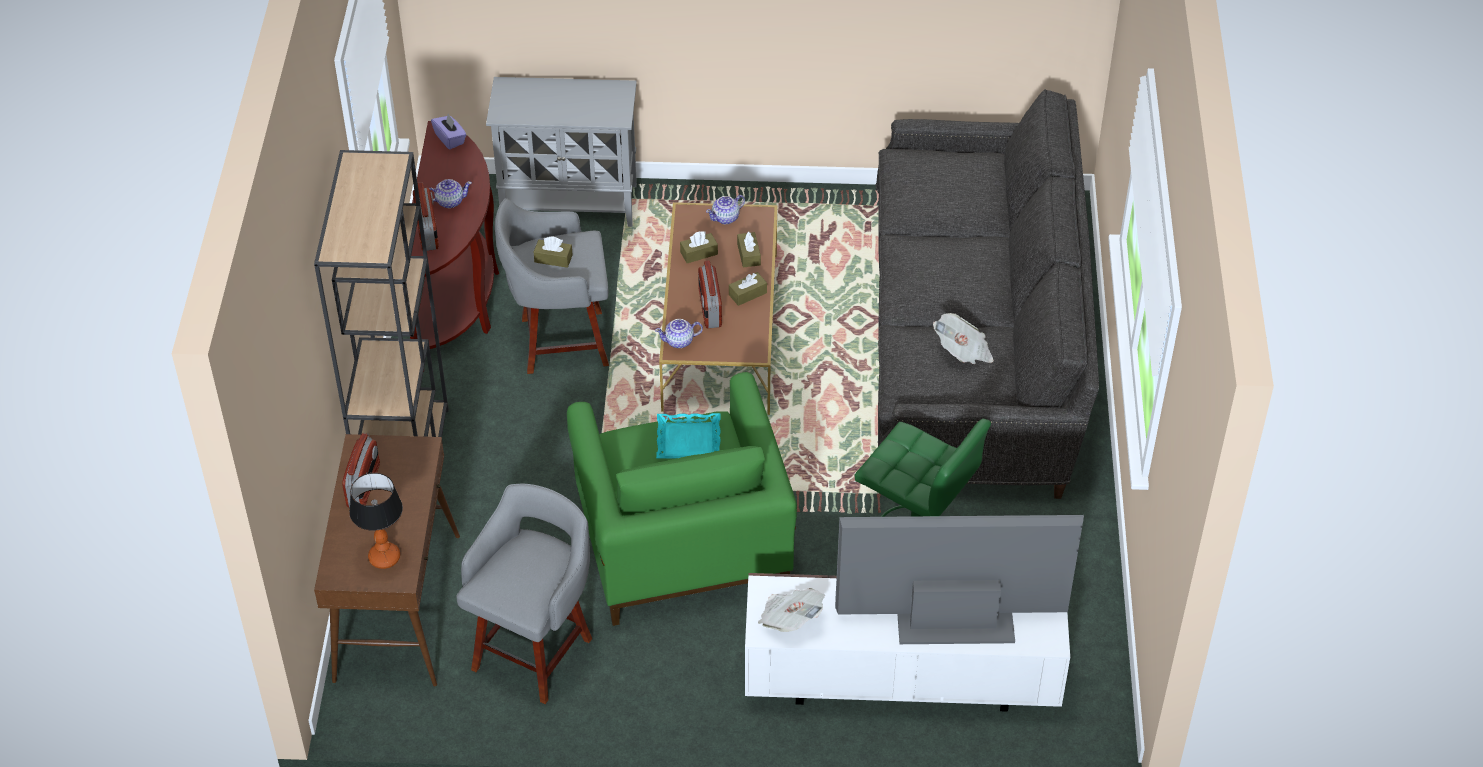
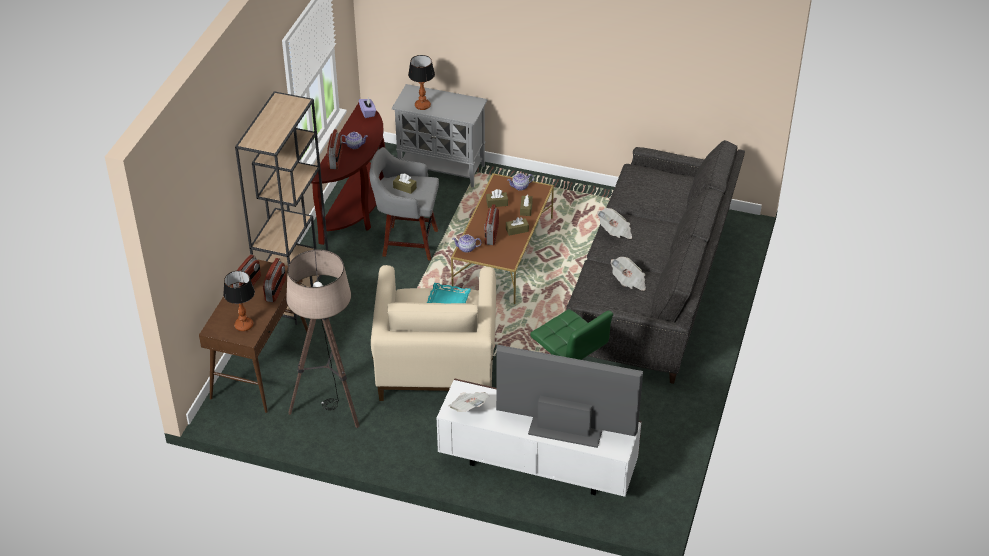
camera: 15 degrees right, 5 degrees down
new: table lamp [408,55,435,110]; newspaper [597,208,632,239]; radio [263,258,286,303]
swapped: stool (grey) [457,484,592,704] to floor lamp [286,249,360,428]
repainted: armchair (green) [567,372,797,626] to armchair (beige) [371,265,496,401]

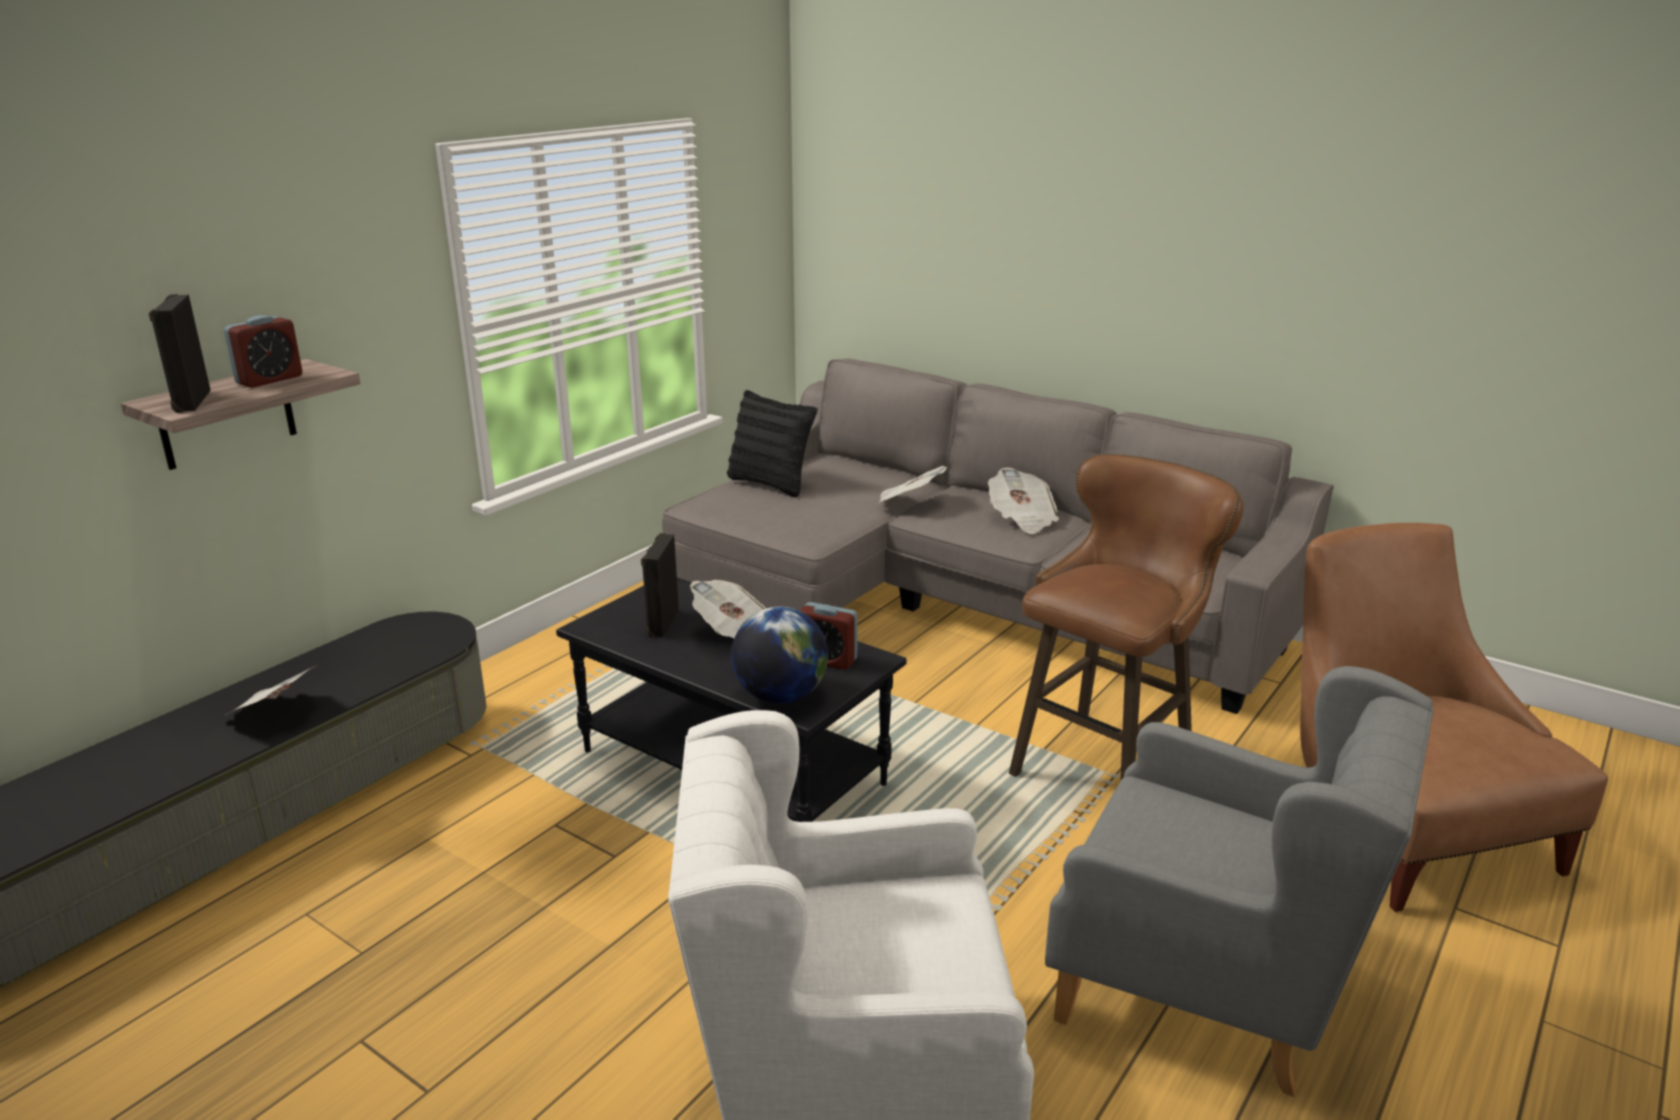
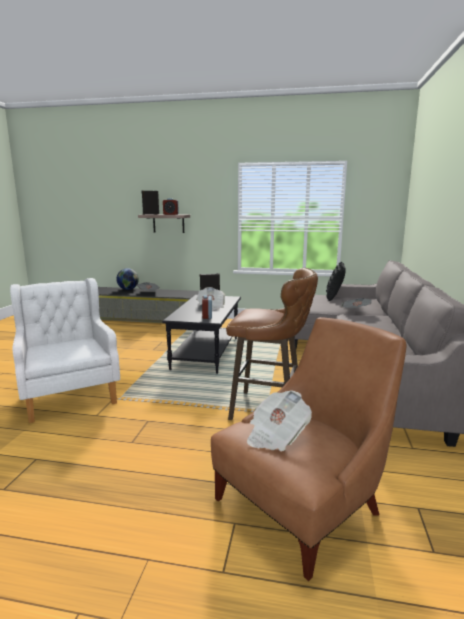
camera: 65 degrees right, 10 degrees down
gone: armchair (grey) [1045,666,1434,1097]
shifted: newspaper [988,468,1059,534] to [247,391,312,451]; globe [731,607,828,704] to [116,268,139,290]

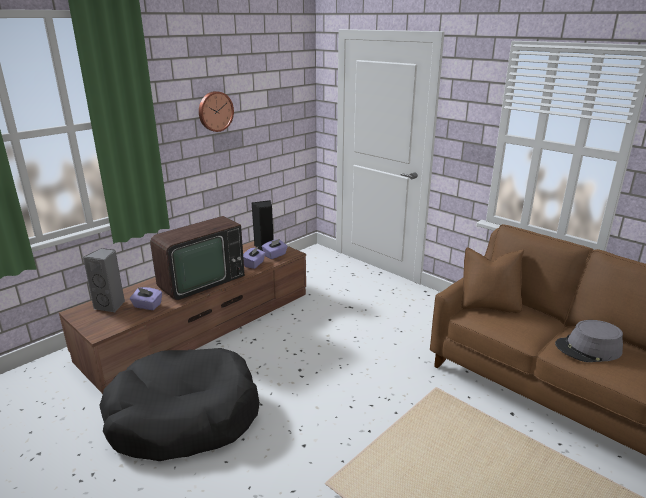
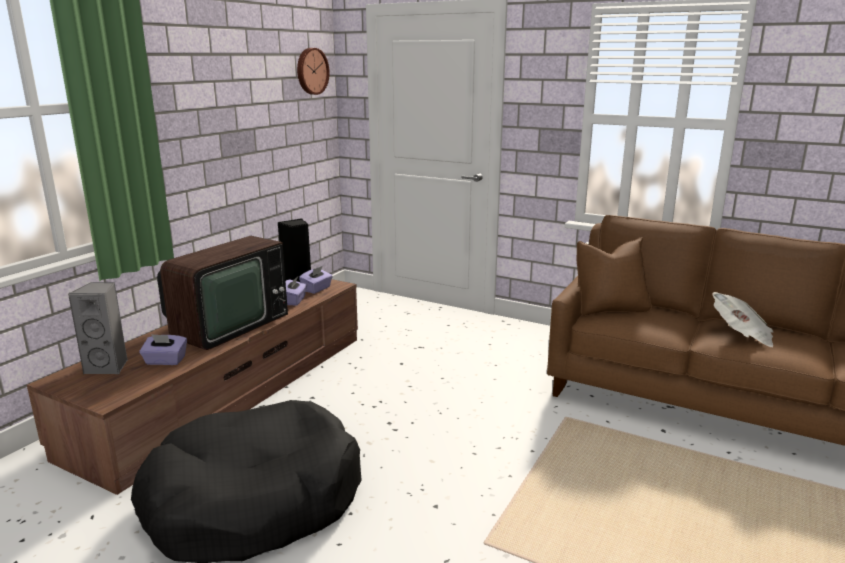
camera: 15 degrees left, 5 degrees down
shifted: wall clock [199,91,234,132] to [297,48,330,95]
swapped: hat (grey) [555,320,623,362] to newspaper [712,292,773,347]

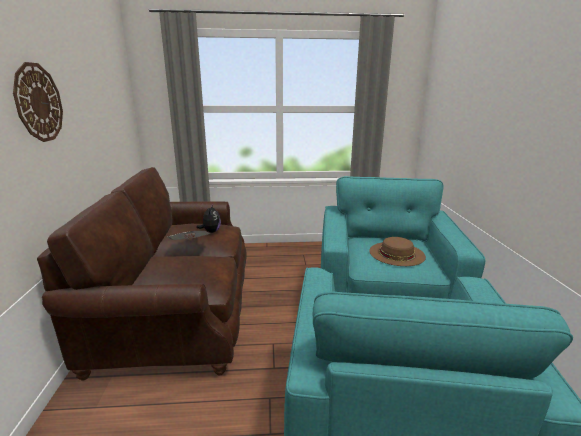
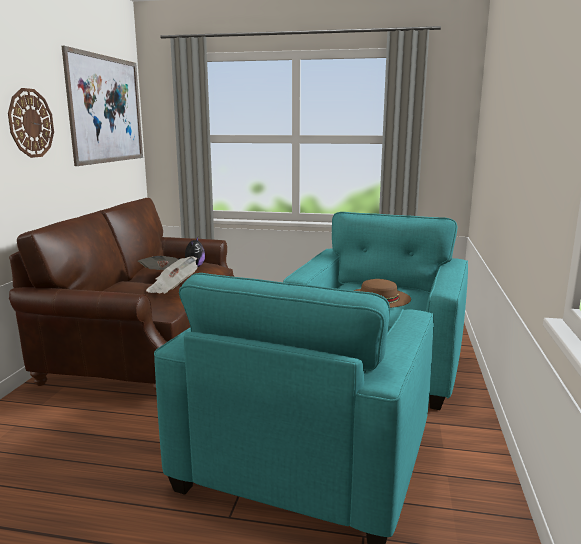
camera: 15 degrees right, 5 degrees down
new: picture [62,46,143,166]; newspaper [146,256,198,294]

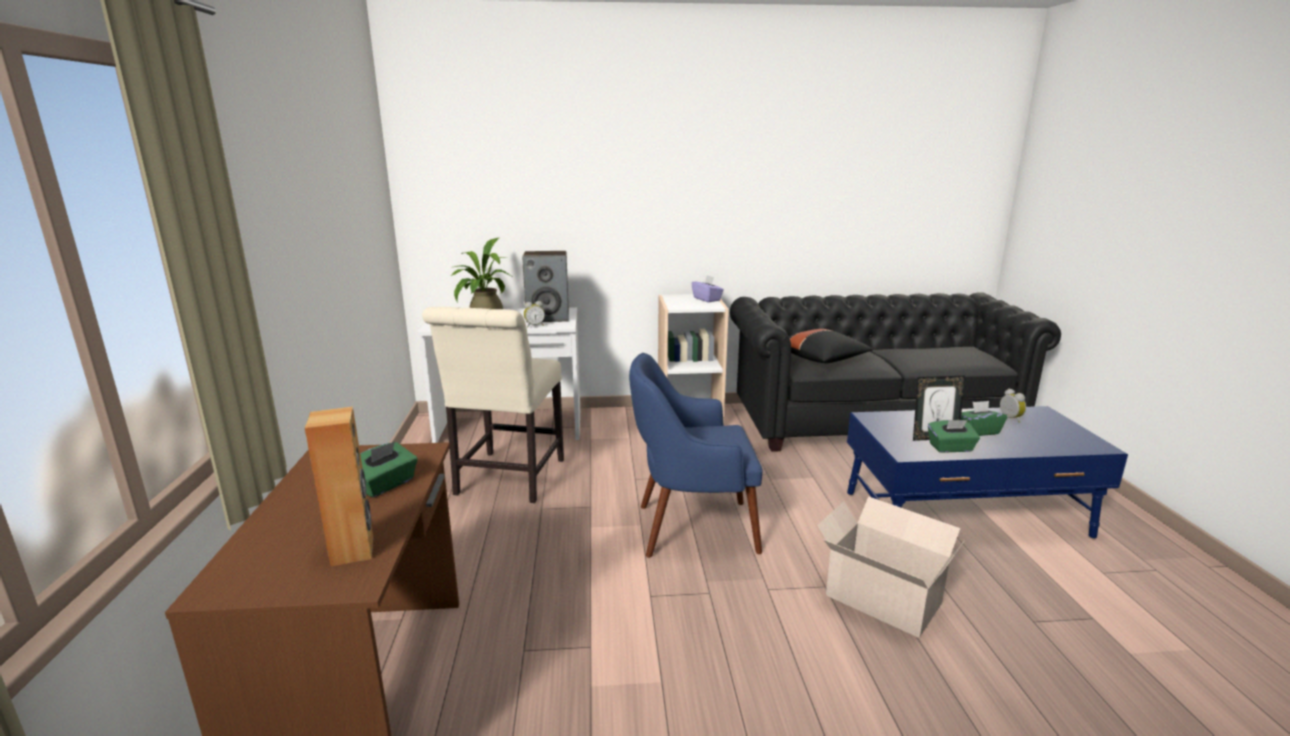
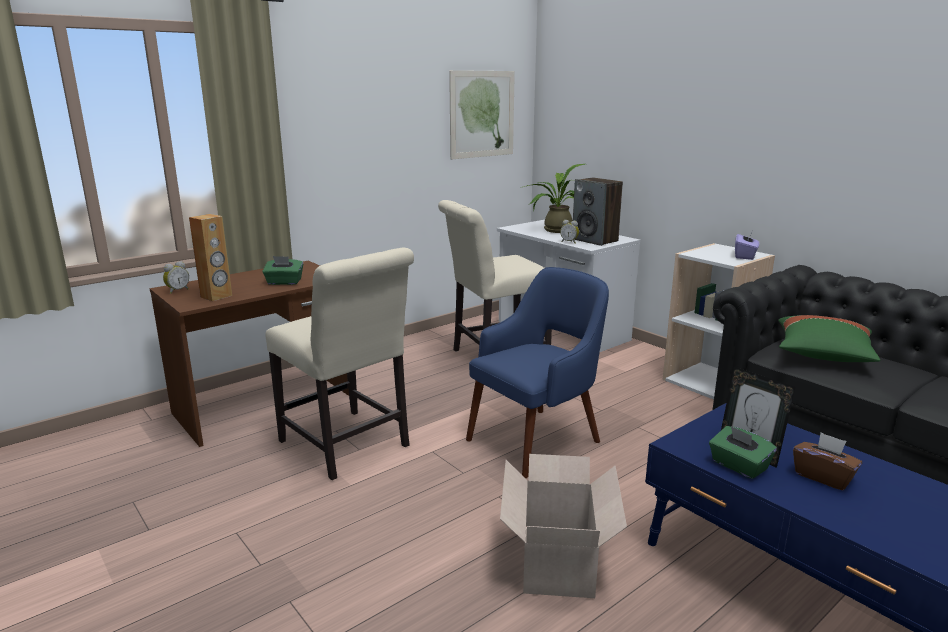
camera: 55 degrees right, 0 degrees up
new: picture [449,70,515,160]; chair (beige) [265,248,414,480]
shifted: alarm clock [1000,389,1026,423] to [163,261,189,294]
repainted: pillow (black) [789,329,873,363] to pillow (green) [778,315,880,362]; tissue box (green) [961,401,1007,436] to tissue box (brown) [793,433,862,491]
rotated: armchair (blue) [629,353,763,558] = [466,267,609,478] 90 degrees clockwise

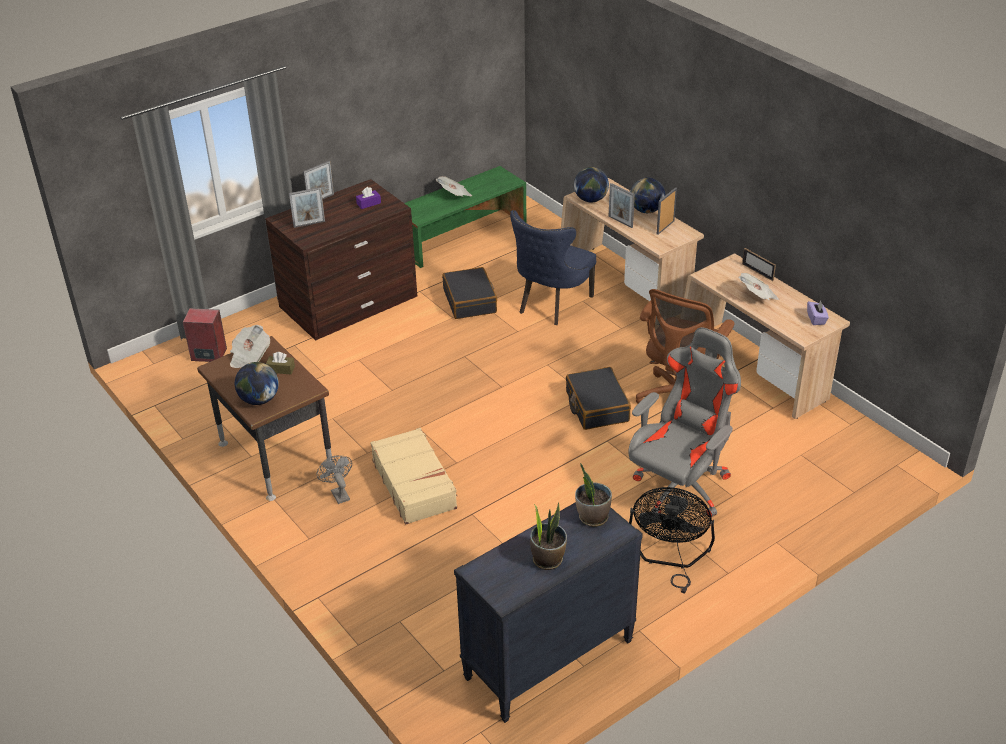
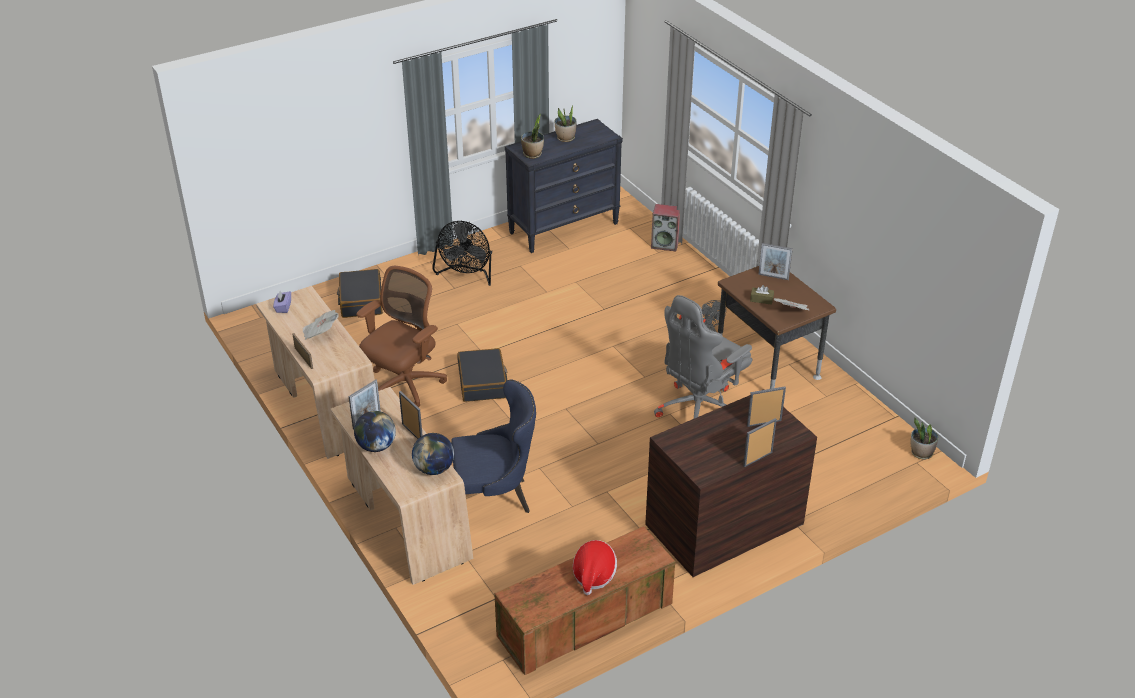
camera: 175 degrees left, 0 degrees up
gone: tissue box (purple) [356,187,381,209]; suitcase (beige) [370,428,457,525]
new: potted plant [911,418,938,460]
shifted: suitcase (black) [442,267,497,319] to [337,269,383,318]; speaker [183,308,227,362] to [651,204,680,251]; office chair (grey) [628,327,741,517] to [654,295,753,419]
swapped: newspaper [435,176,472,197] to hat [573,540,617,595]; globe [235,362,279,405] to picture frame [758,243,793,280]
repainted: bench (green) [404,166,526,268] to bench (brown) [494,526,676,675]
rotated: chair (blue) [510,210,596,325] = [451,380,536,513] 45 degrees clockwise

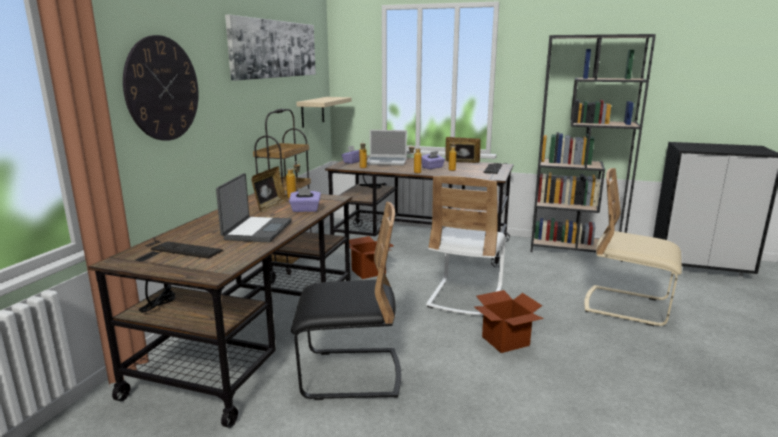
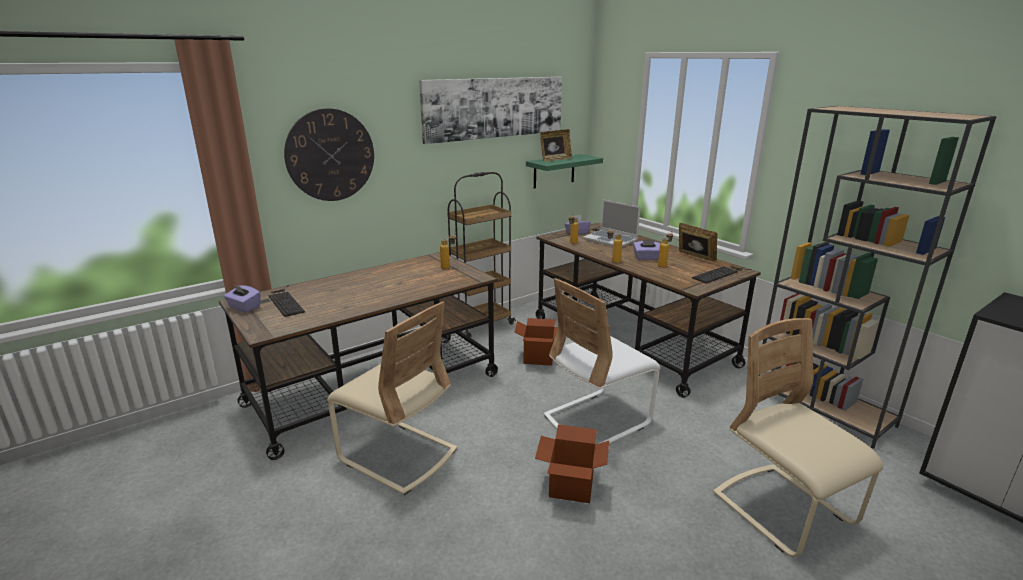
camera: 35 degrees right, 5 degrees up
gone: laptop [216,173,292,242]
shifted: picture frame [251,167,288,212] to [540,129,573,161]; tissue box (purple) [289,188,321,212] to [223,284,261,313]
repainted: shelf (beige) [296,97,352,128] to shelf (green) [526,154,603,189]; chair (black) [291,202,401,400] to chair (beige) [327,301,457,495]

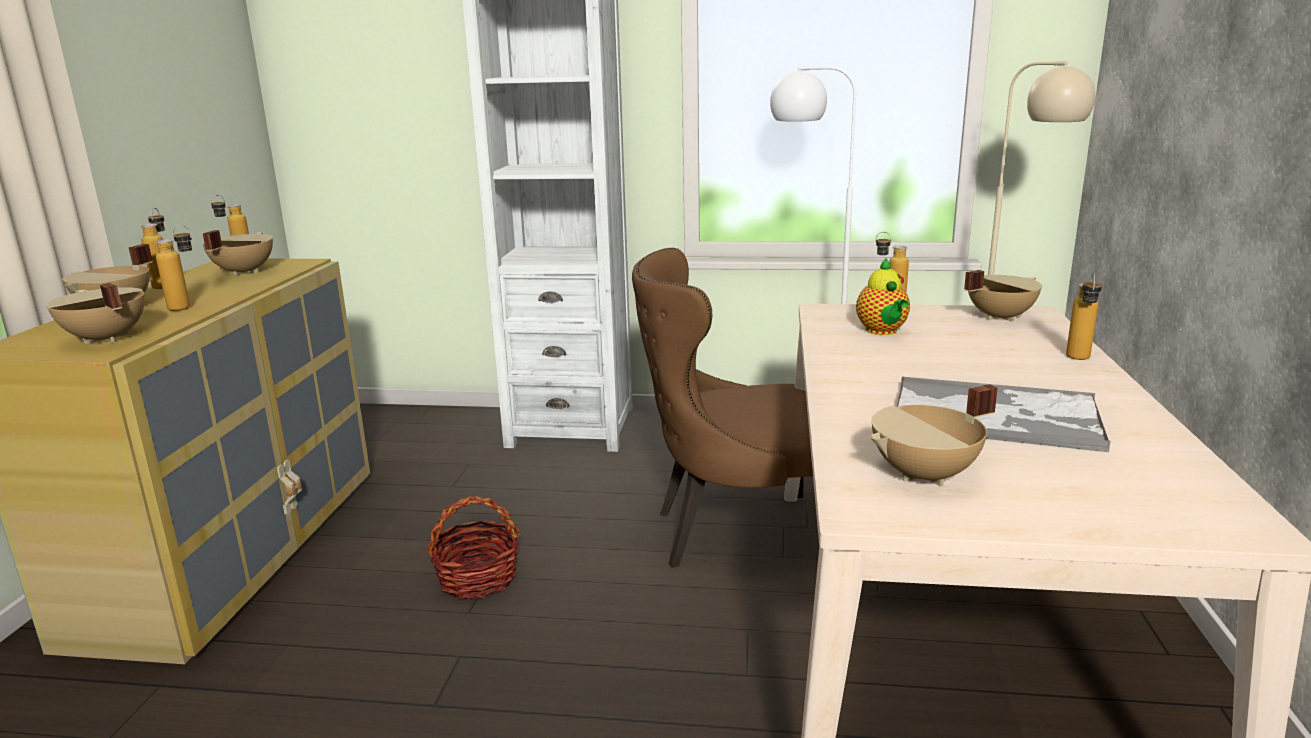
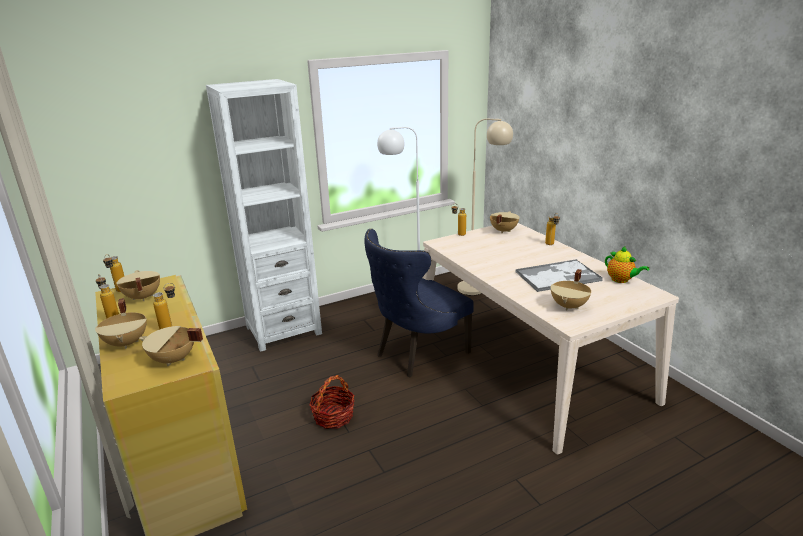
camera: 35 degrees left, 5 degrees up
shifted: teapot [856,258,910,335] to [605,246,649,283]
repainted: chair (brown) [632,248,813,568] to chair (blue) [365,229,474,377]

